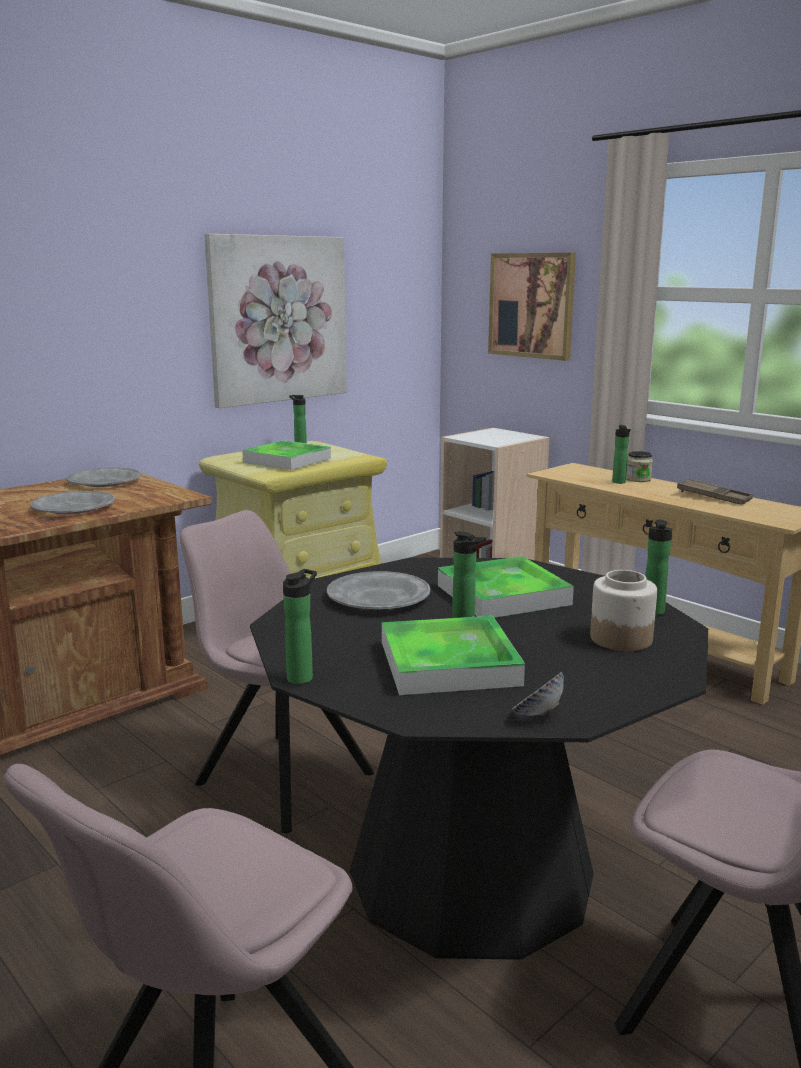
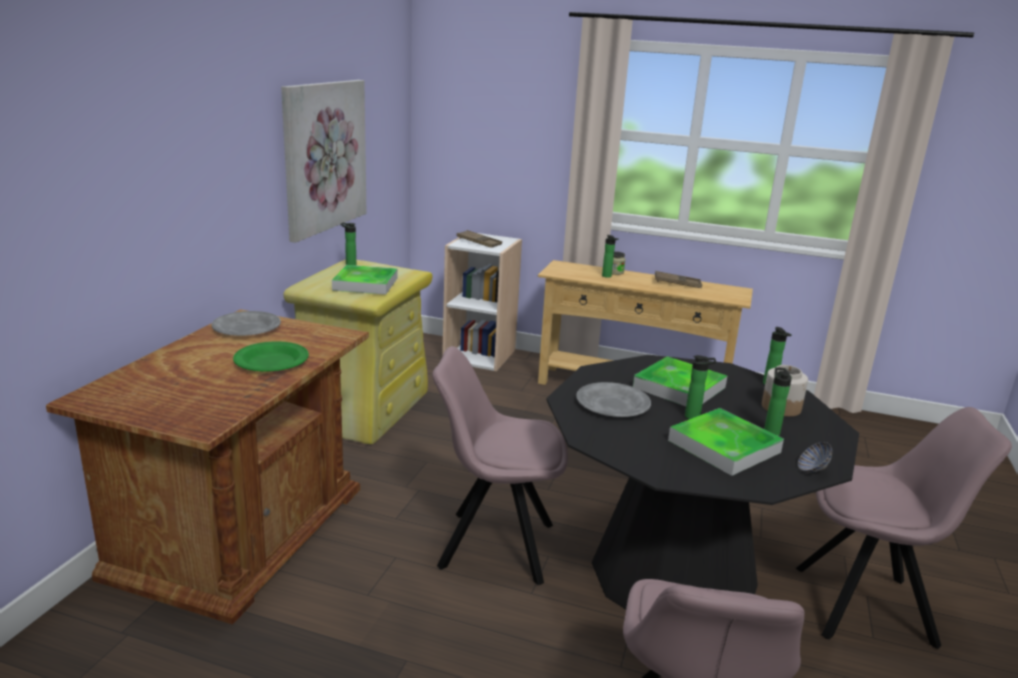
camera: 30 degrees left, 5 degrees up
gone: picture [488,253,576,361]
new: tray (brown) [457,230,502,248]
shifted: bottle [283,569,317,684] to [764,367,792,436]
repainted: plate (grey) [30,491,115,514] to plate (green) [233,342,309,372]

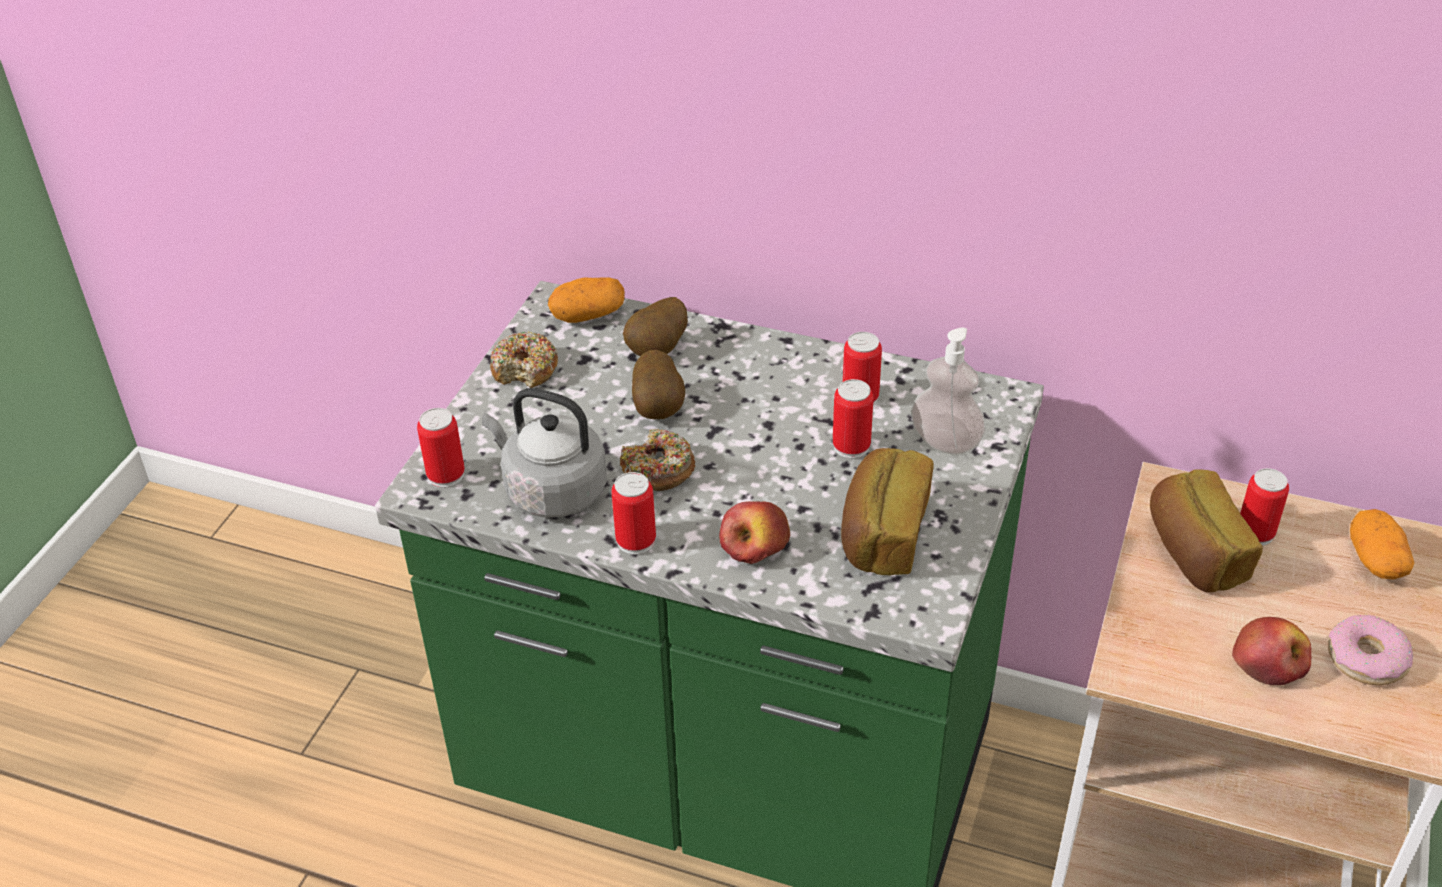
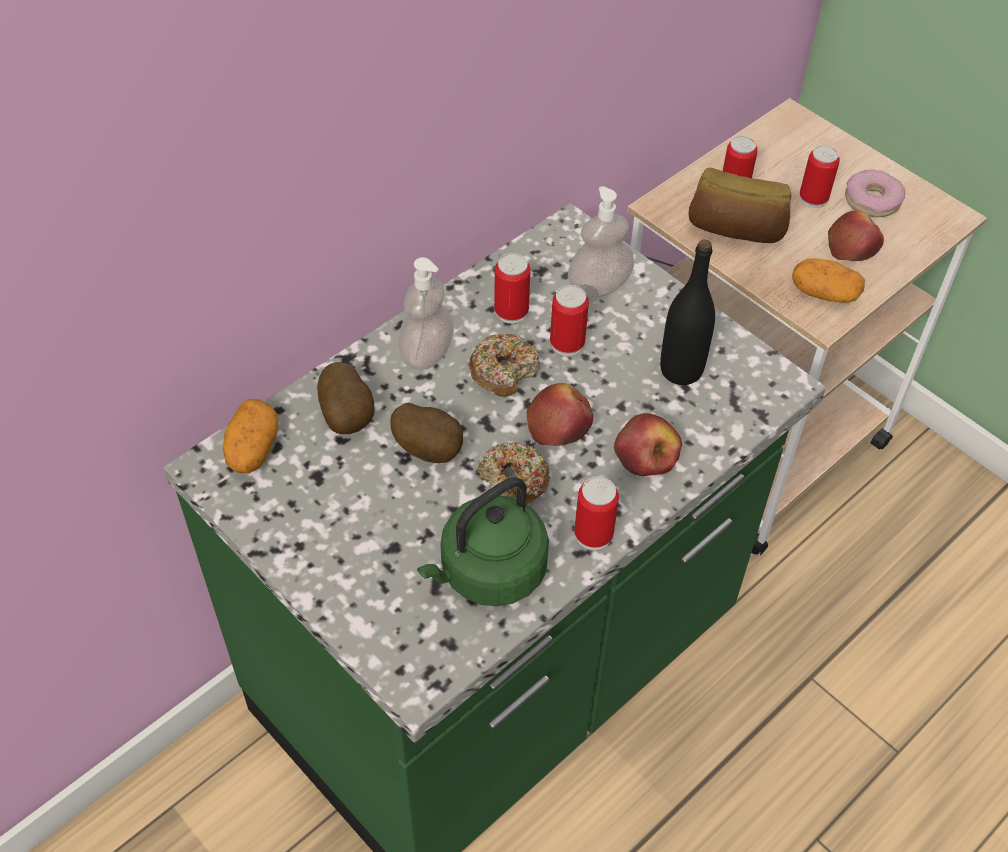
camera: 65 degrees left, 10 degrees up
new: soap dispenser [398,257,454,370]; apple [527,383,593,446]
shifted: donut [490,331,558,388] to [469,334,540,397]; can [417,408,465,488] to [800,145,840,208]; potato [1350,509,1415,579] to [792,258,865,303]
swapped: bread [841,448,934,576] to bottle (black) [660,239,715,385]
repainted: kettle (grey) [482,388,607,518] to kettle (green) [417,477,549,606]

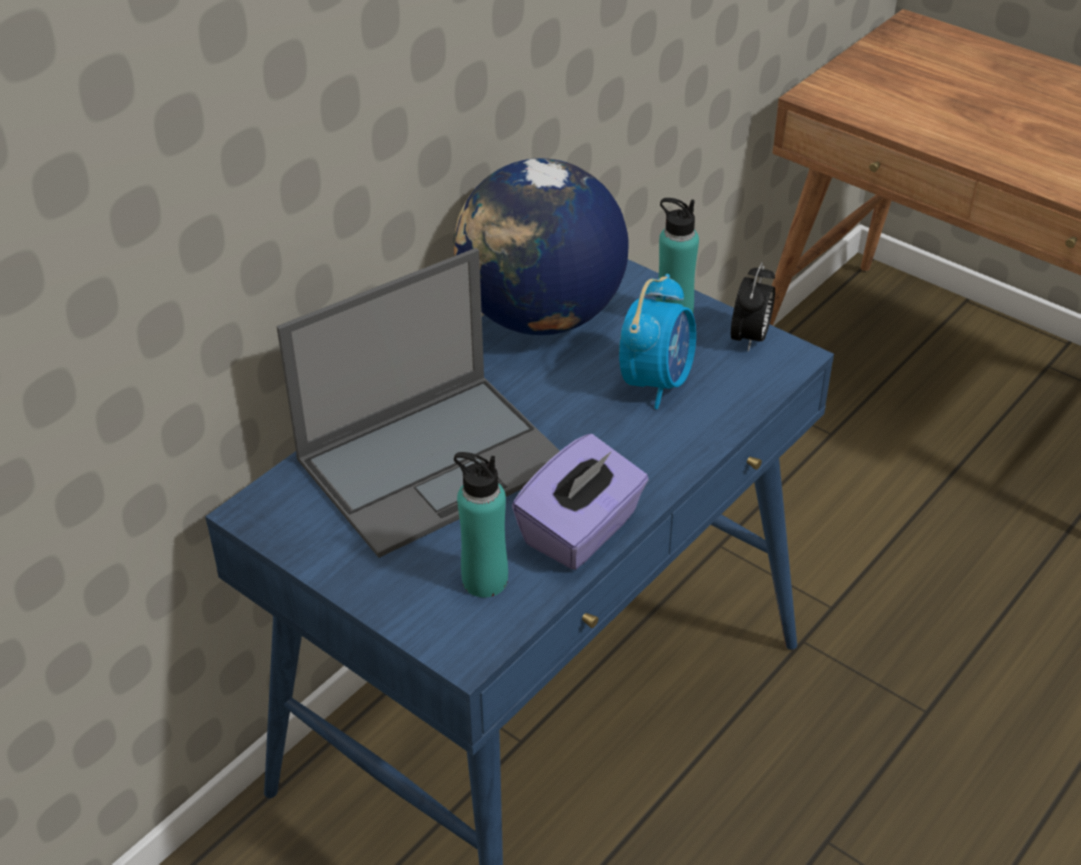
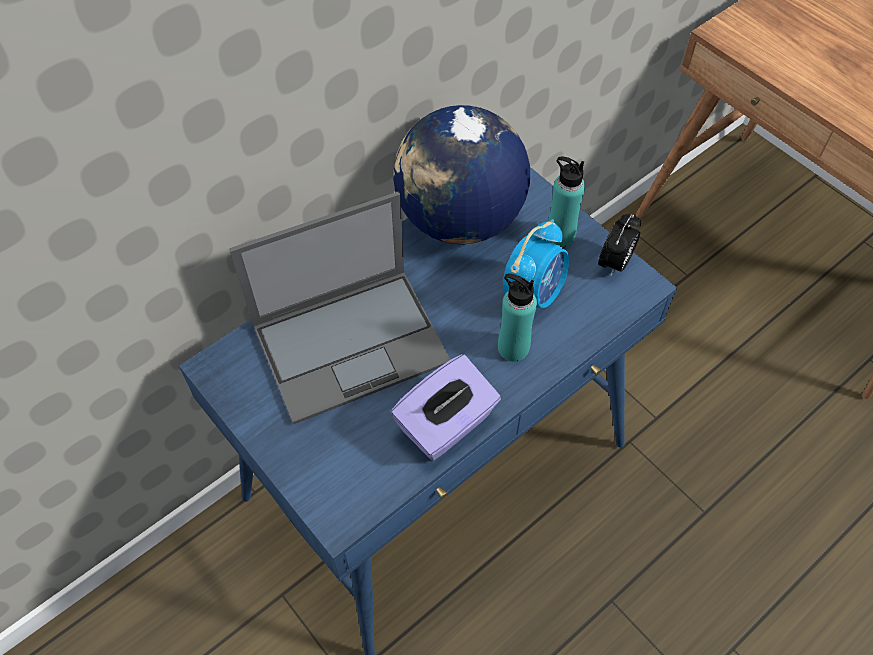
camera: 10 degrees right, 15 degrees up
shifted: bottle (turquoise) [454,452,508,597] to [498,273,537,362]

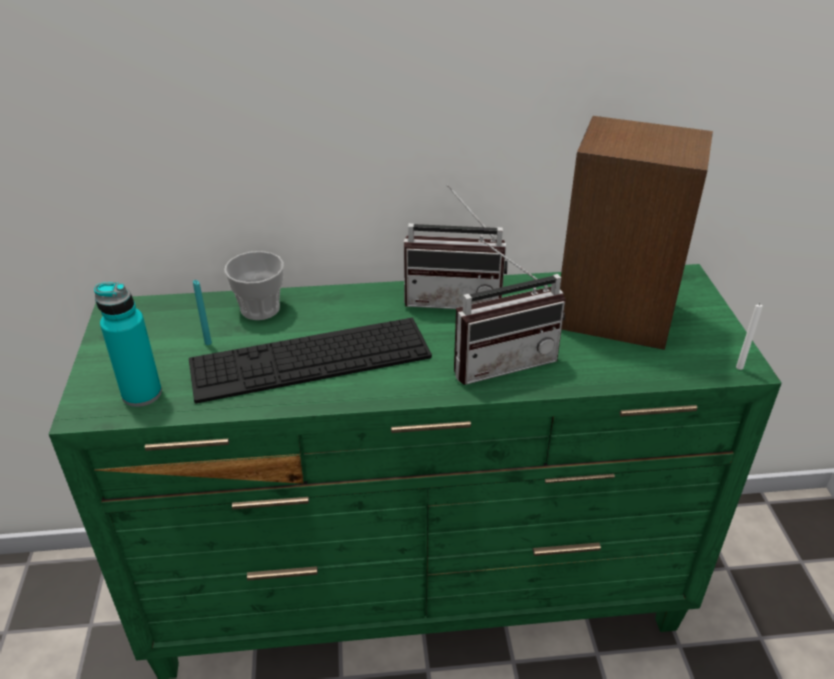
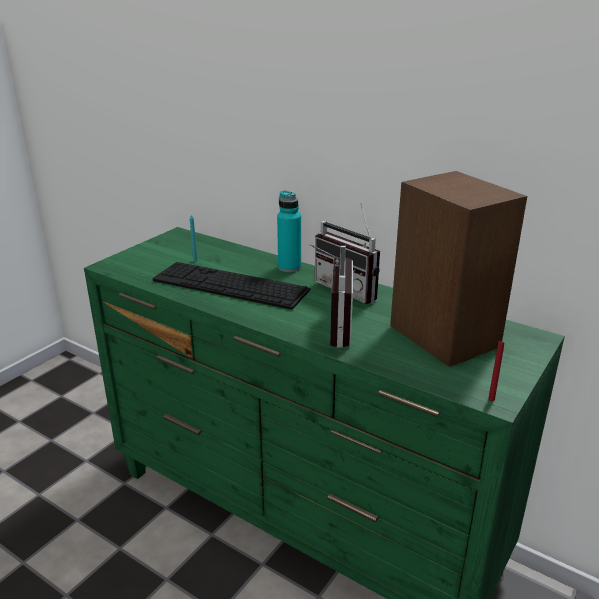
camera: 40 degrees right, 10 degrees down
gone: cup [224,251,284,320]
shifted: bottle (turquoise) [94,282,162,407] to [277,191,301,272]
repainted: candle (white) [736,304,763,370] to candle (red) [488,341,504,401]
rotated: radio [454,242,566,385] = [309,244,354,348] 105 degrees counterclockwise

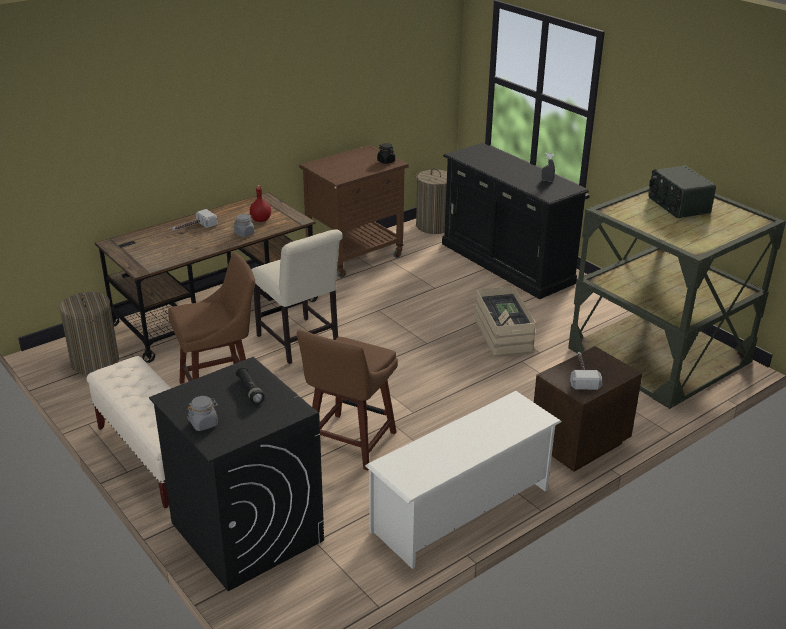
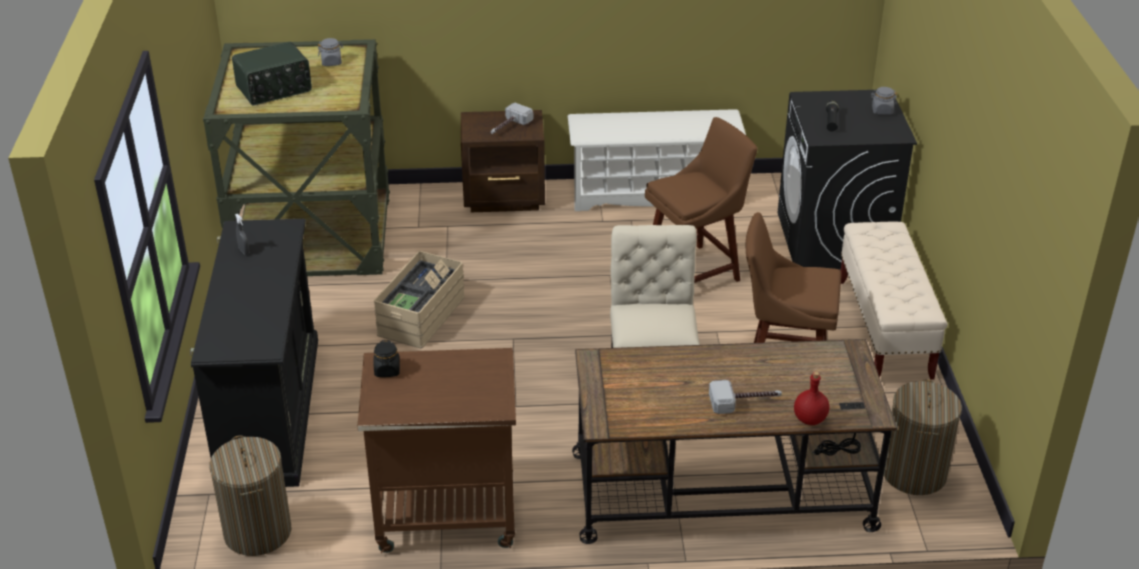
camera: 145 degrees left, 5 degrees up
shifted: bottle (red) [250,185,271,222] to [794,371,829,425]; jar (grey) [234,214,255,237] to [318,38,343,66]
rotated: radio [648,165,716,218] = [232,42,312,105] 45 degrees clockwise

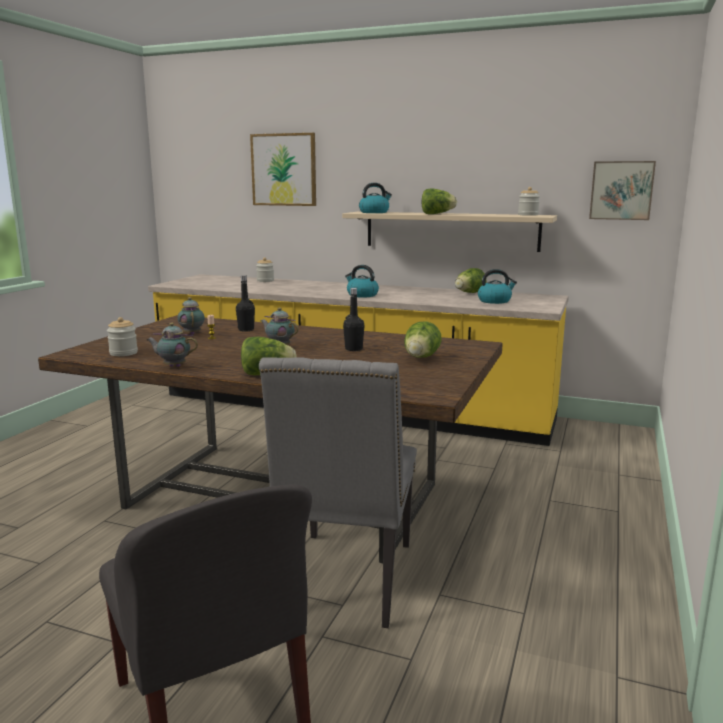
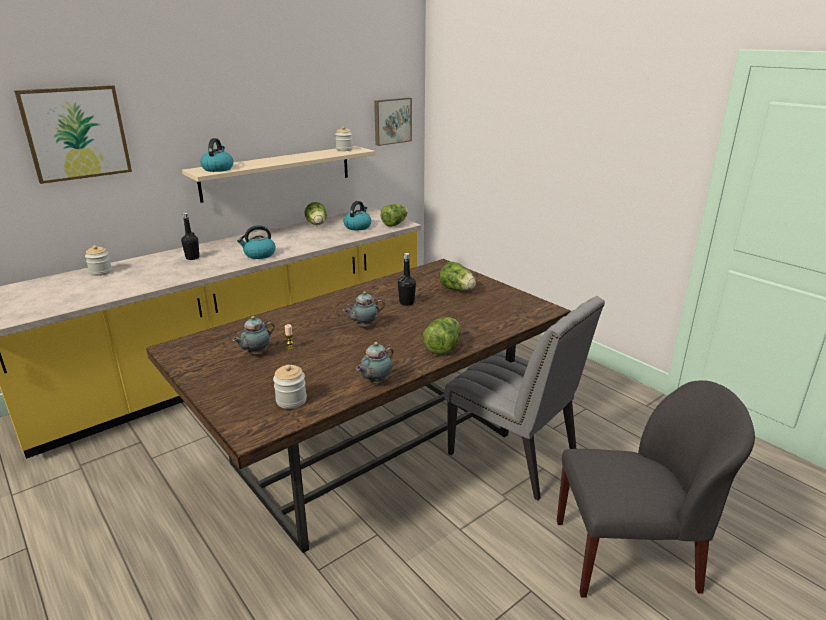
camera: 60 degrees left, 10 degrees up
shifted: lettuce [421,189,457,214] to [381,204,408,227]; bottle (black) [236,275,255,332] to [181,213,199,260]
rotated: teapot [177,297,205,335] = [232,316,275,355] 60 degrees counterclockwise

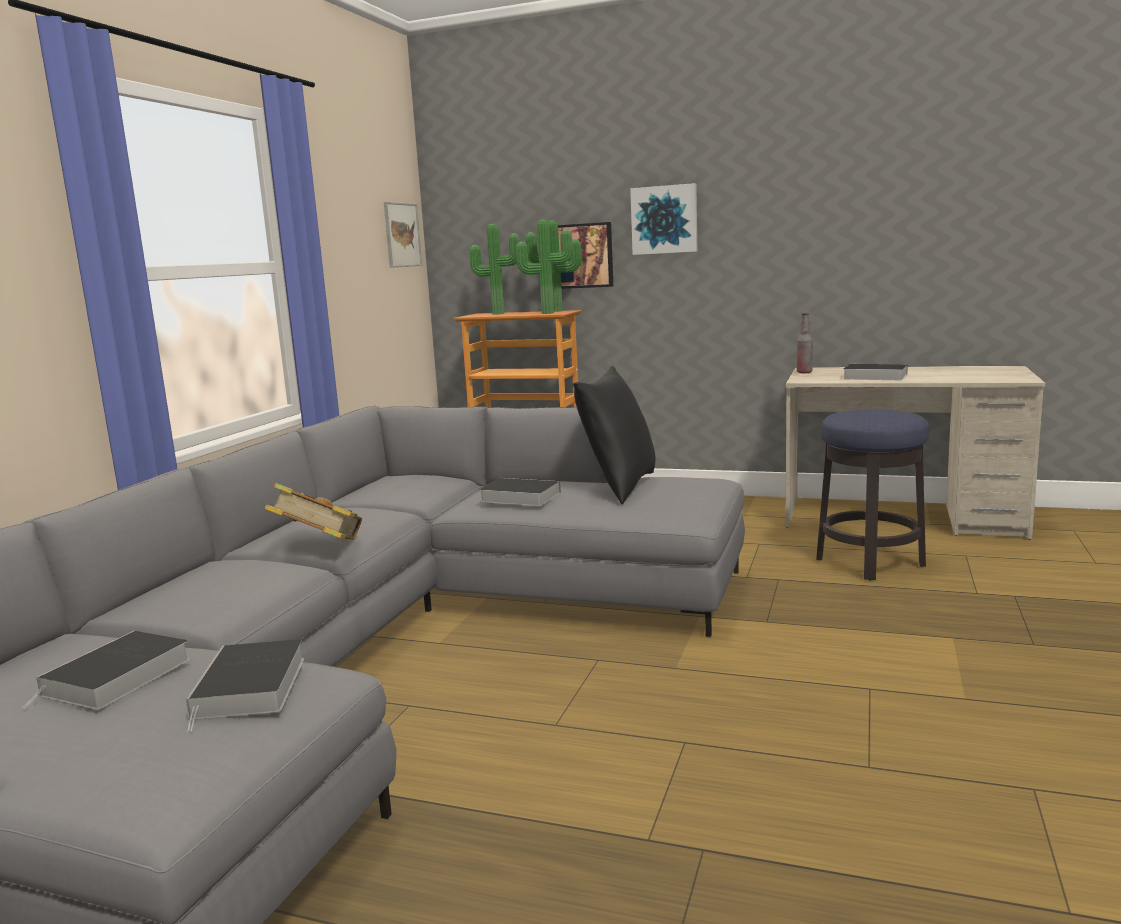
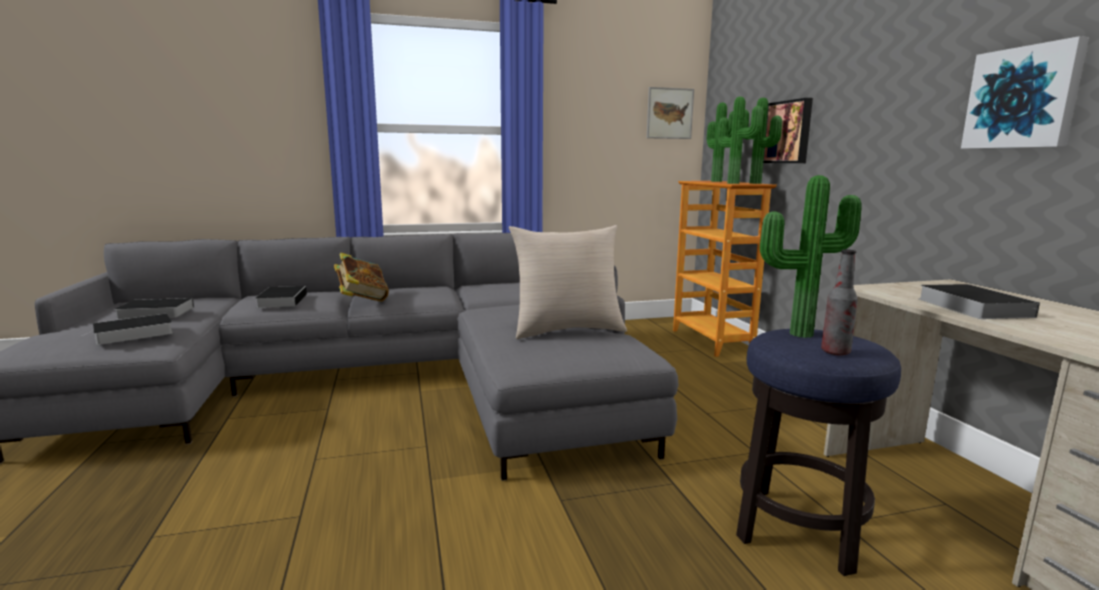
camera: 55 degrees right, 0 degrees up
new: potted plant [760,175,862,338]
shifted: picture [630,183,698,255] to [961,36,1089,149]; bottle [797,313,813,373] to [821,249,858,356]; book [479,478,561,506] to [255,286,307,308]
repainted: pillow (black) [573,366,656,504] to pillow (beige) [509,225,627,339]

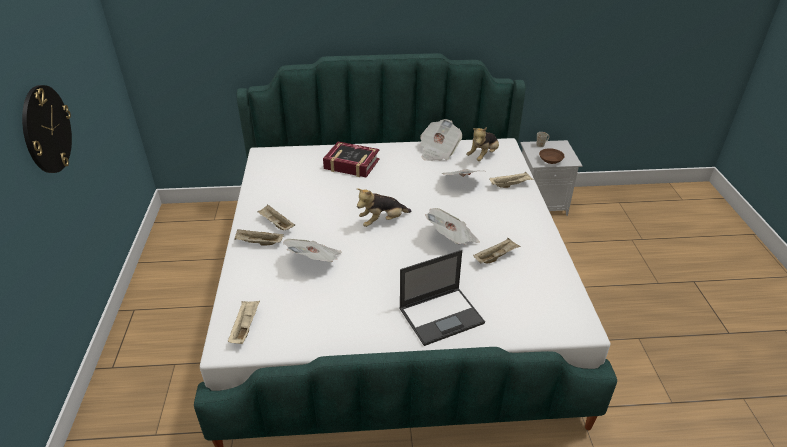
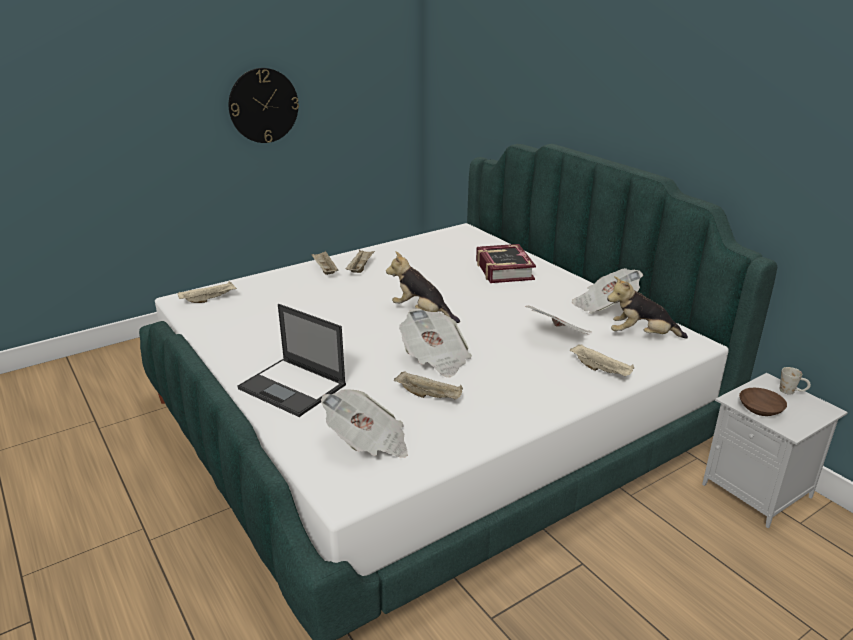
camera: 60 degrees right, 10 degrees down
shifted: newspaper [283,239,342,262] to [321,389,408,458]

